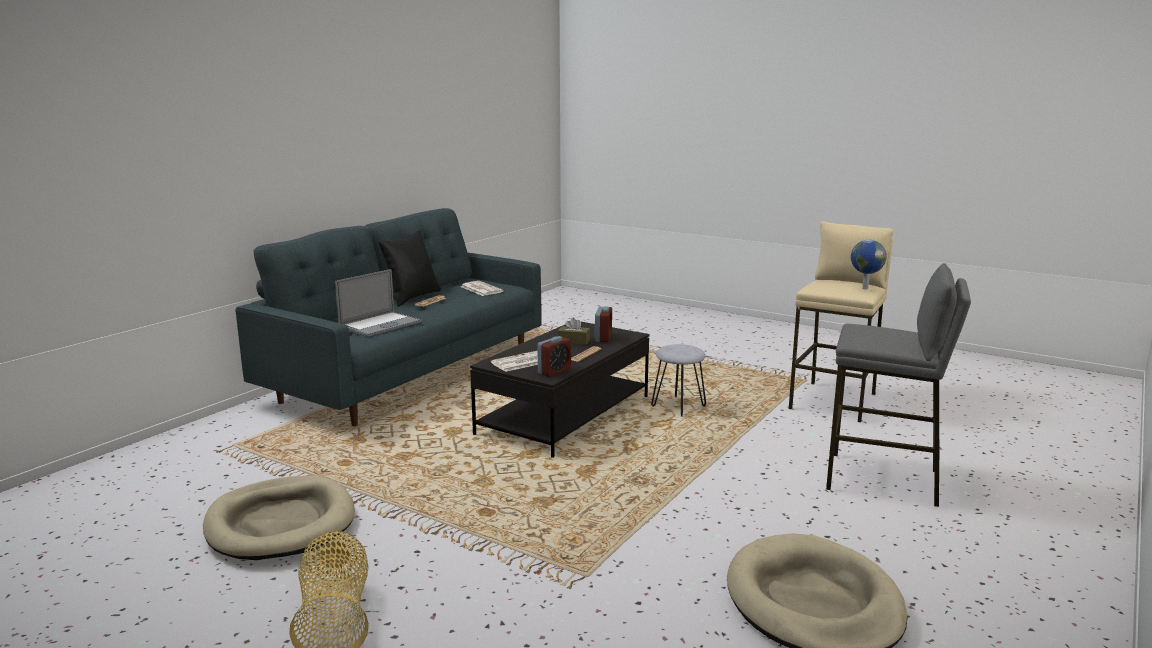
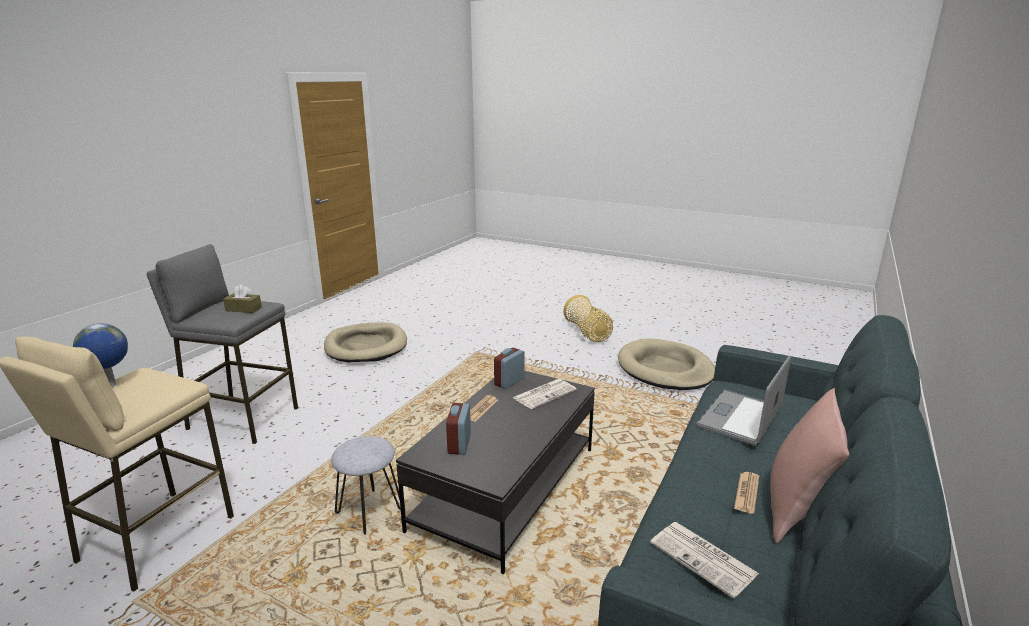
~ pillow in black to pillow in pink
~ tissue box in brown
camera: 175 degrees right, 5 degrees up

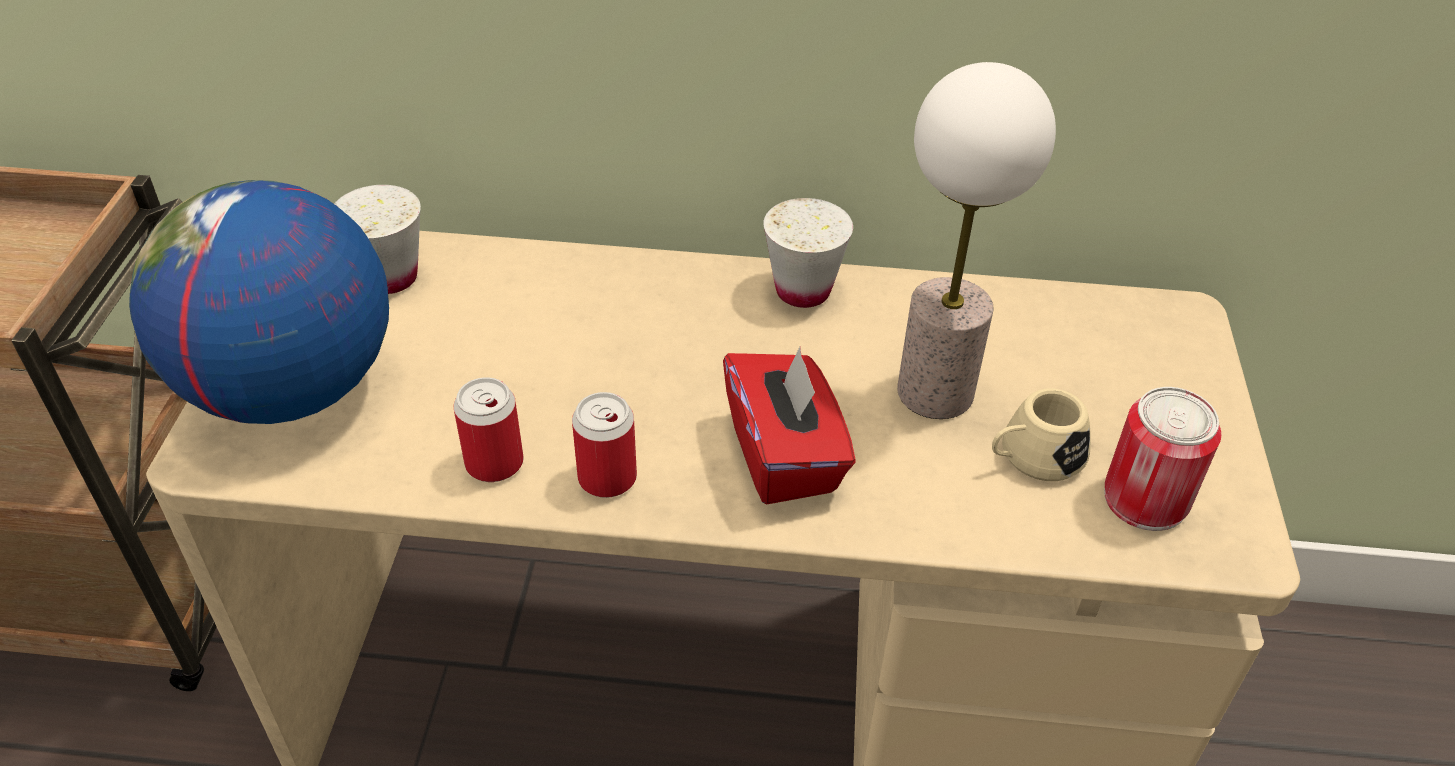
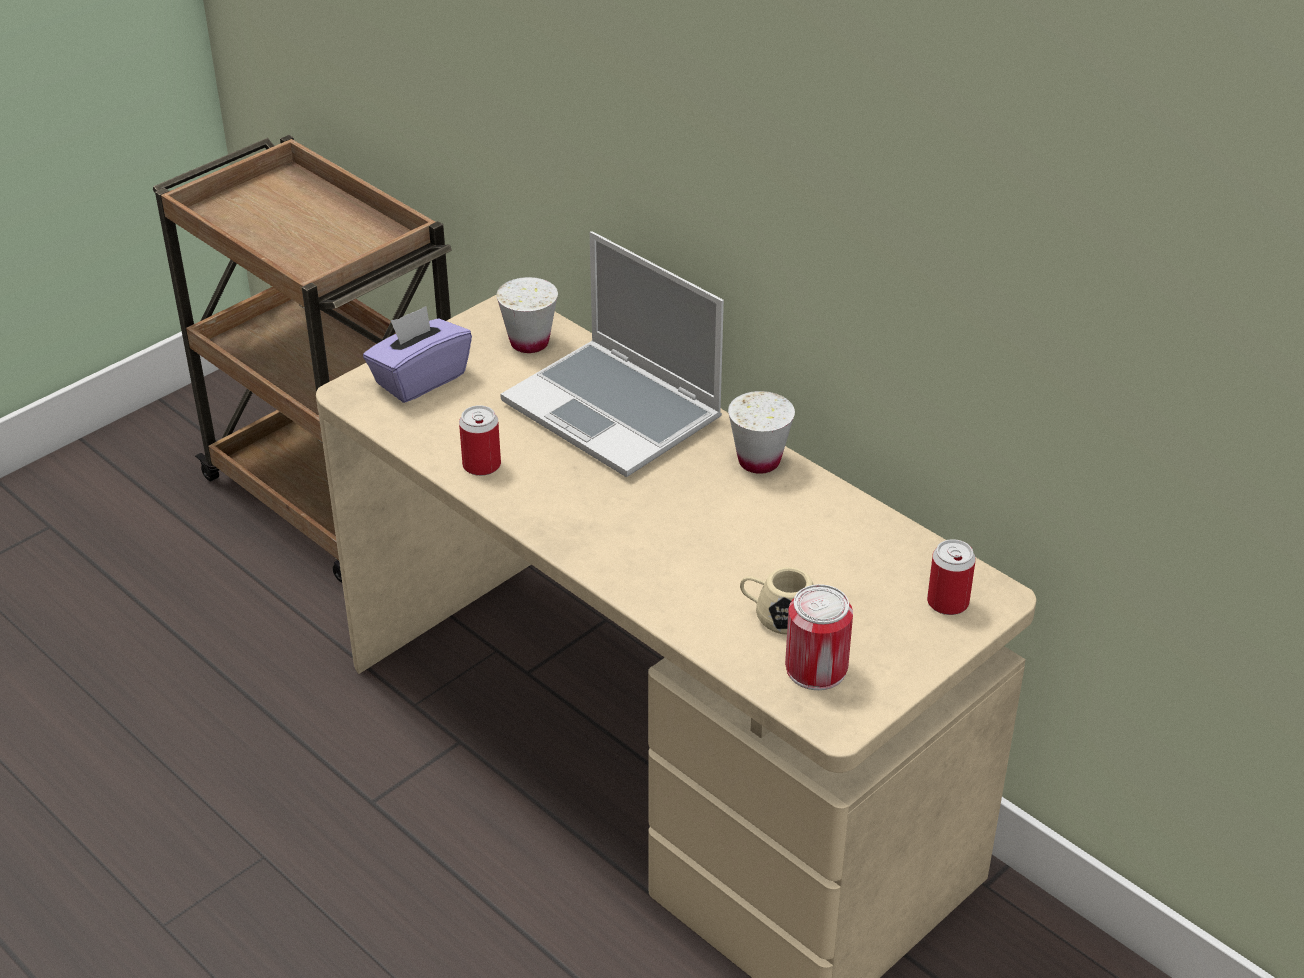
~ globe to tissue box in purple
~ can (2nd from left in the first image) to can (3rd from left)
- tissue box in red
- table lamp
+ laptop
camera: 40 degrees right, 5 degrees down

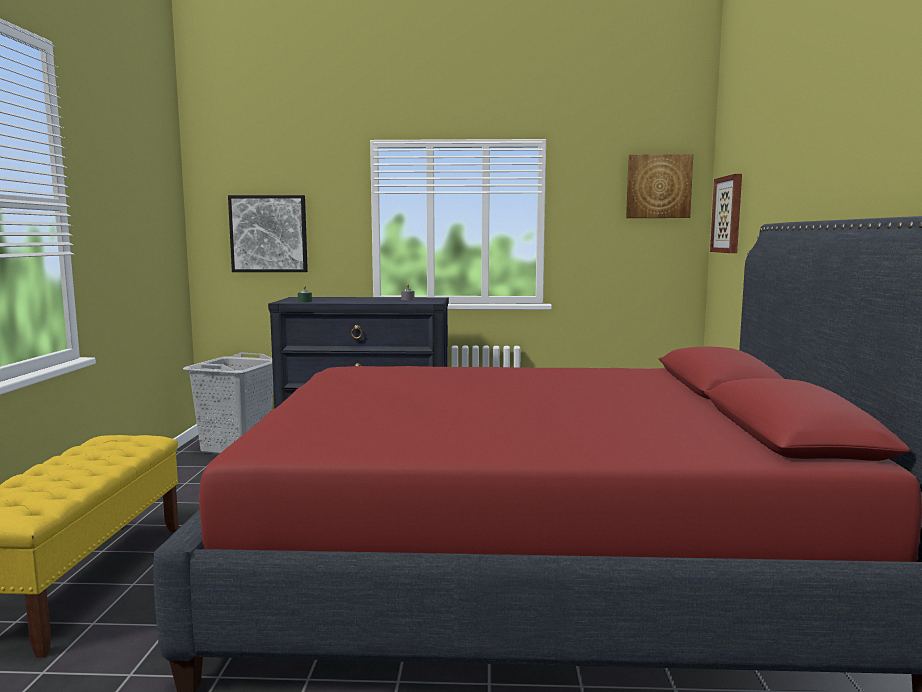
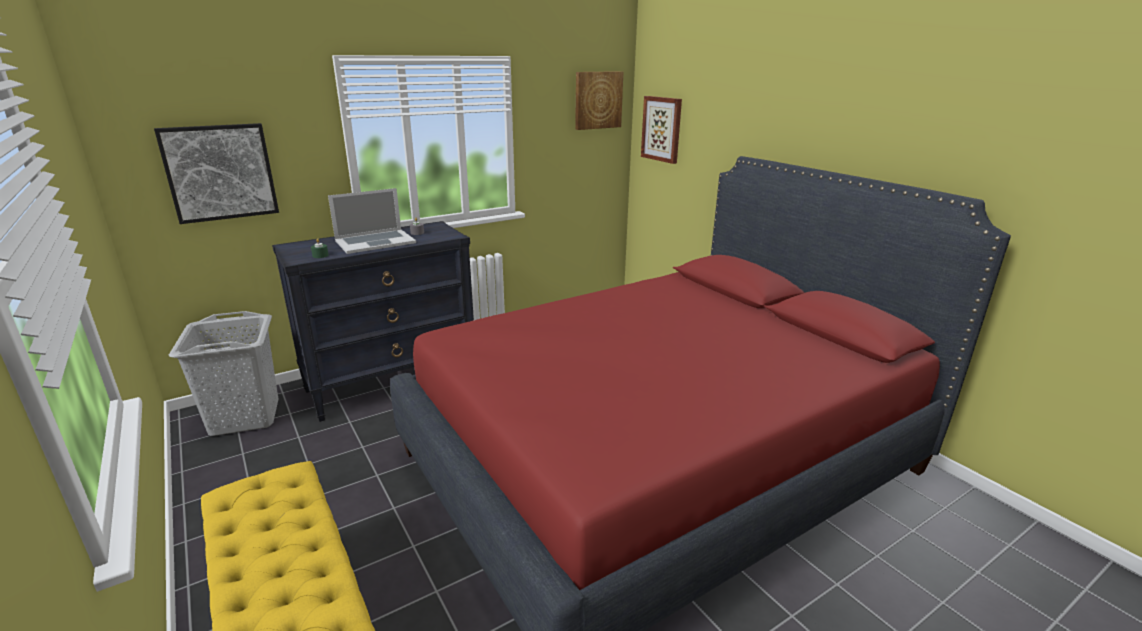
+ laptop
camera: 35 degrees left, 15 degrees up

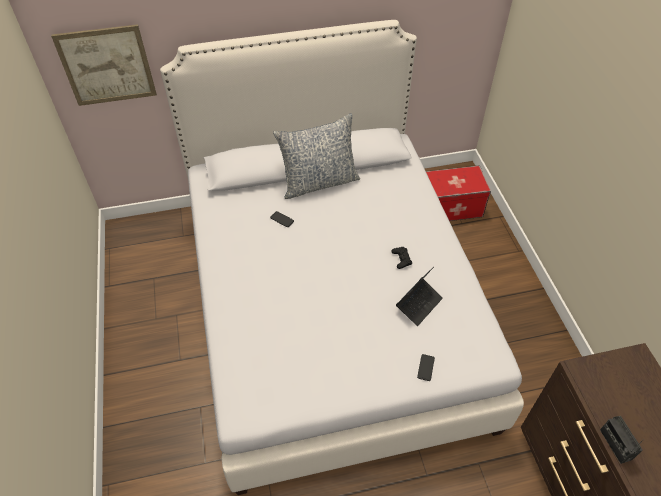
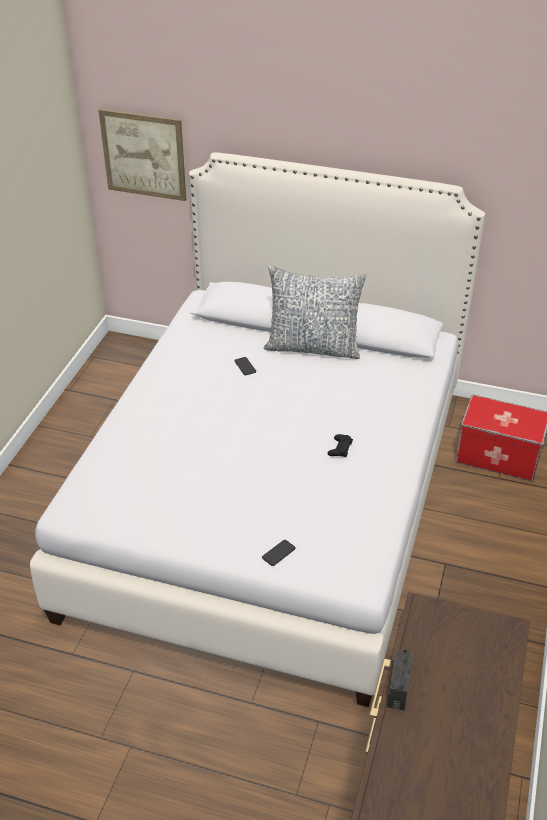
- laptop
camera: 30 degrees right, 10 degrees down

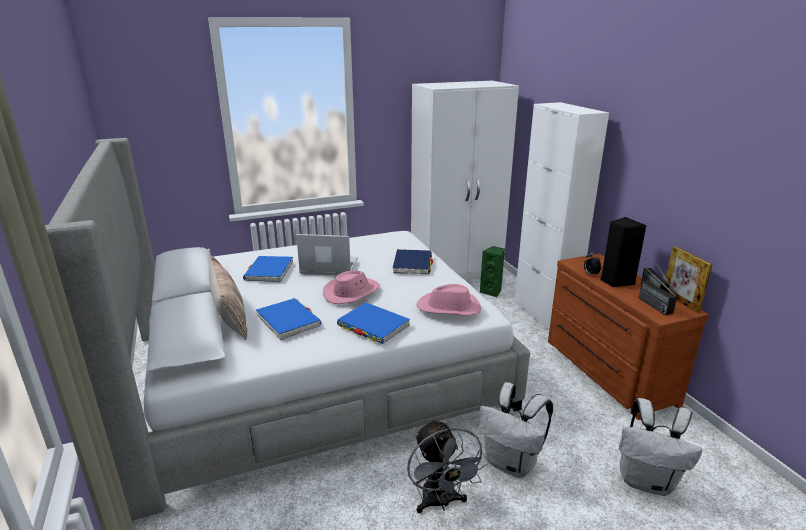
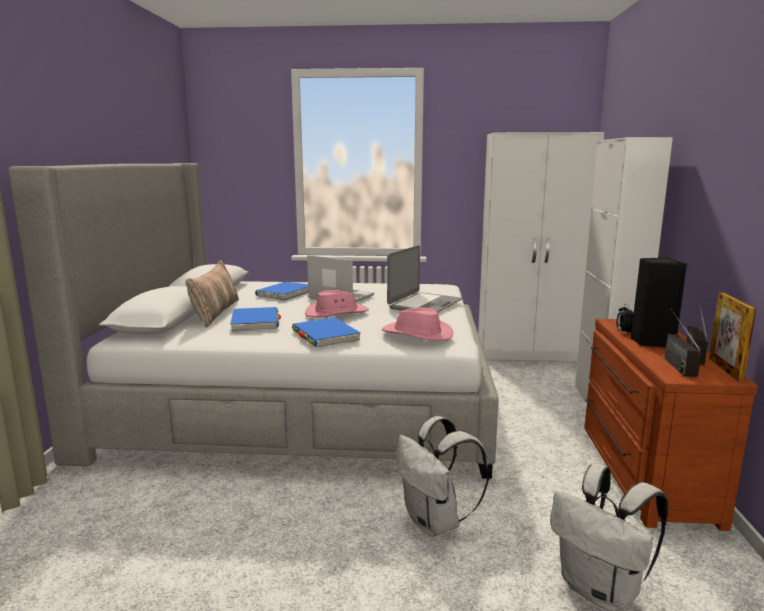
~ book in blue (4th from left) to laptop (2nd from left)
- fan in grey
- speaker in green
camera: 25 degrees right, 10 degrees down

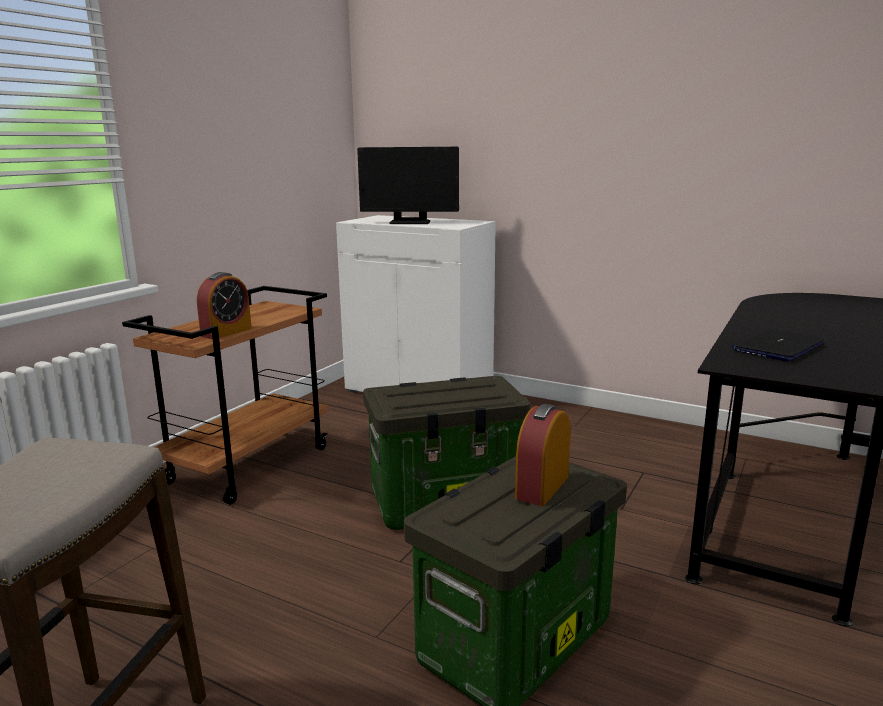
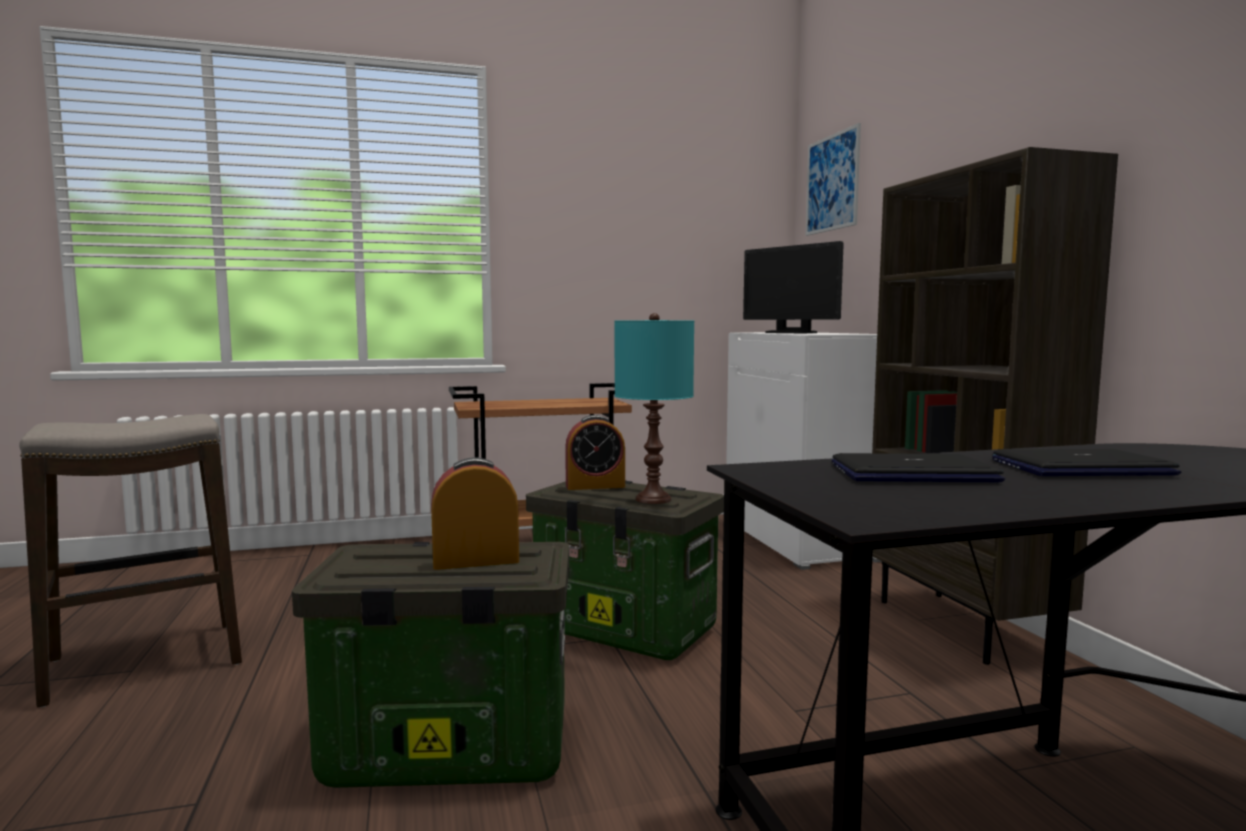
~ alarm clock (1st from left in the first image) to alarm clock (2nd from left)
+ table lamp in turquoise
+ picture
+ bookcase in brown
+ laptop (2nd from left)
camera: 45 degrees right, 10 degrees down

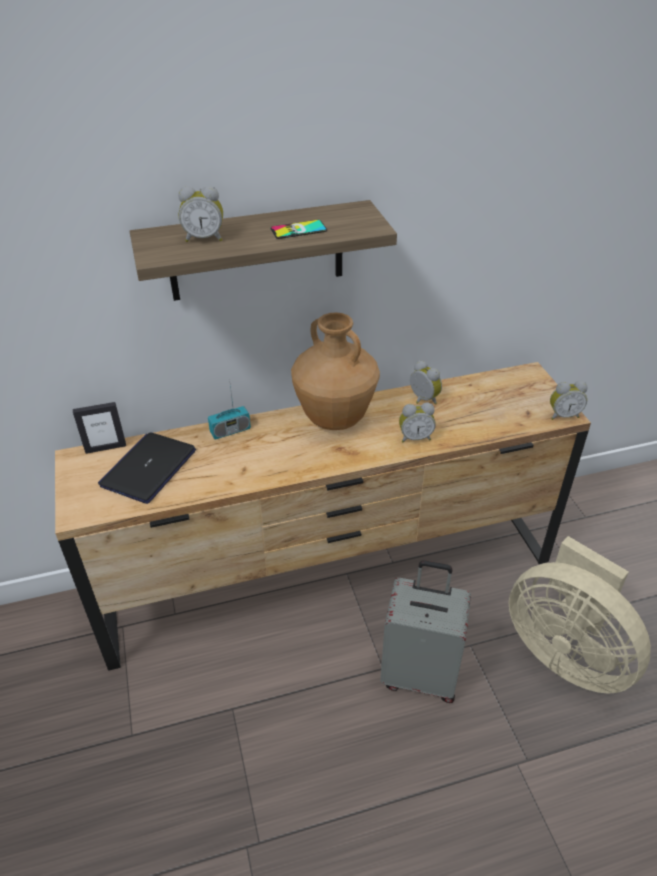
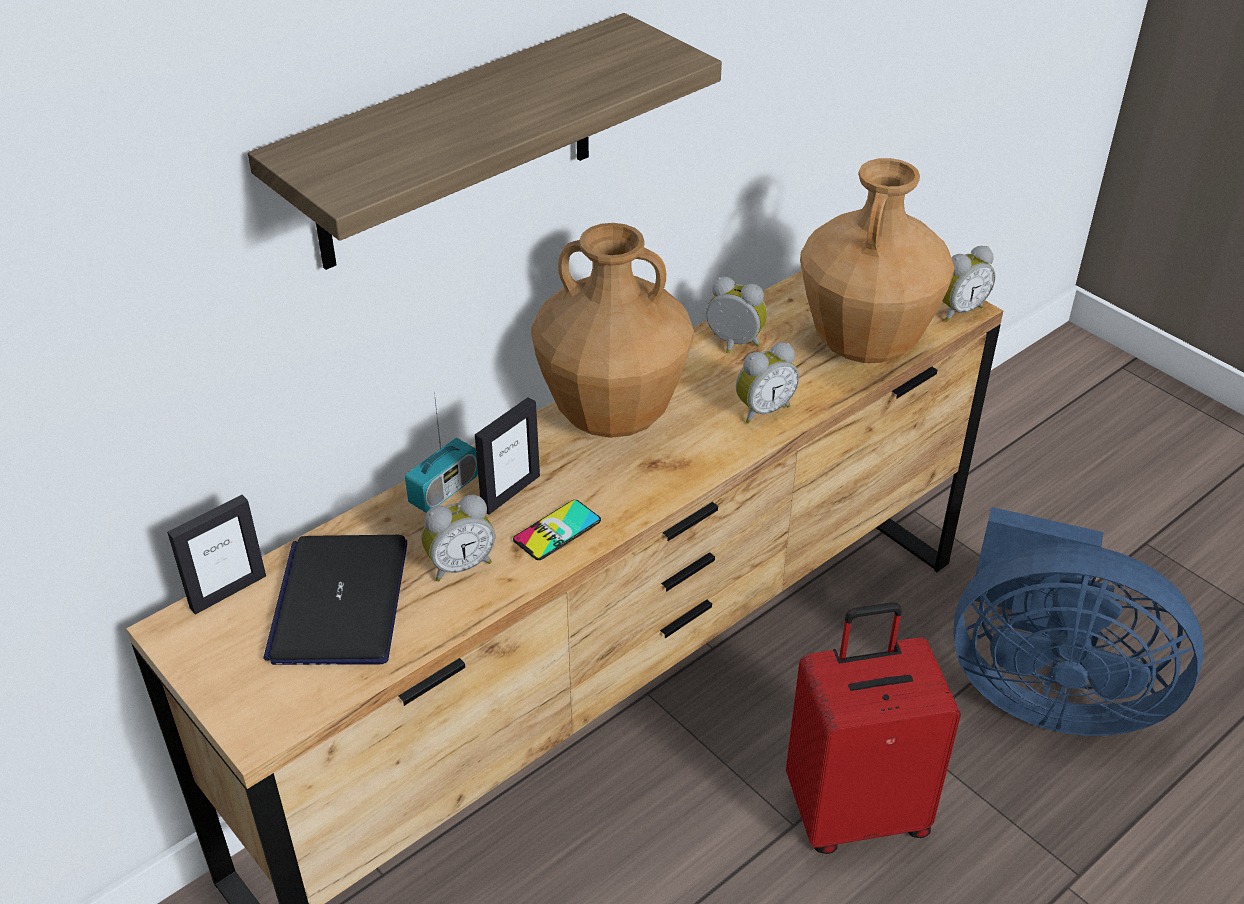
~ alarm clock (1st from left)
~ phone
~ suitcase in grey to suitcase in red
~ fan in beige to fan in blue
+ picture frame (2nd from left)
+ vase in brown (2nd from left)
camera: 25 degrees left, 0 degrees up

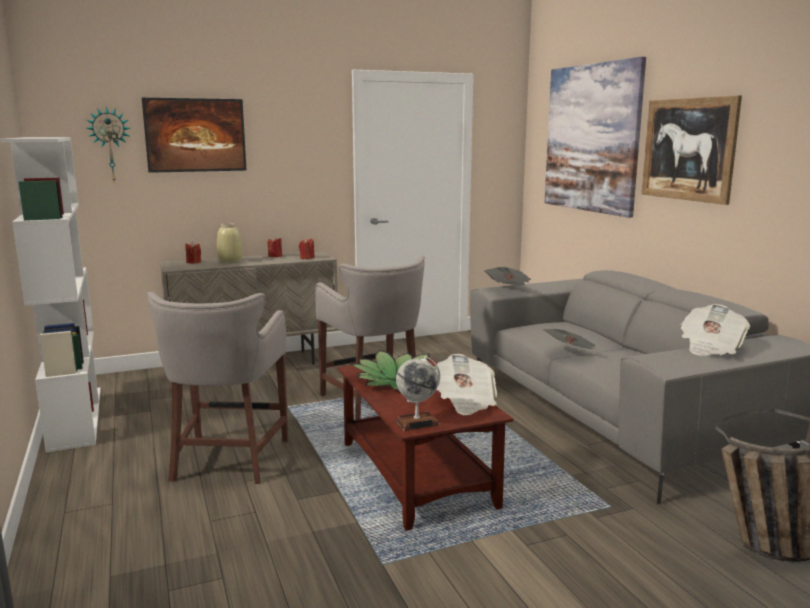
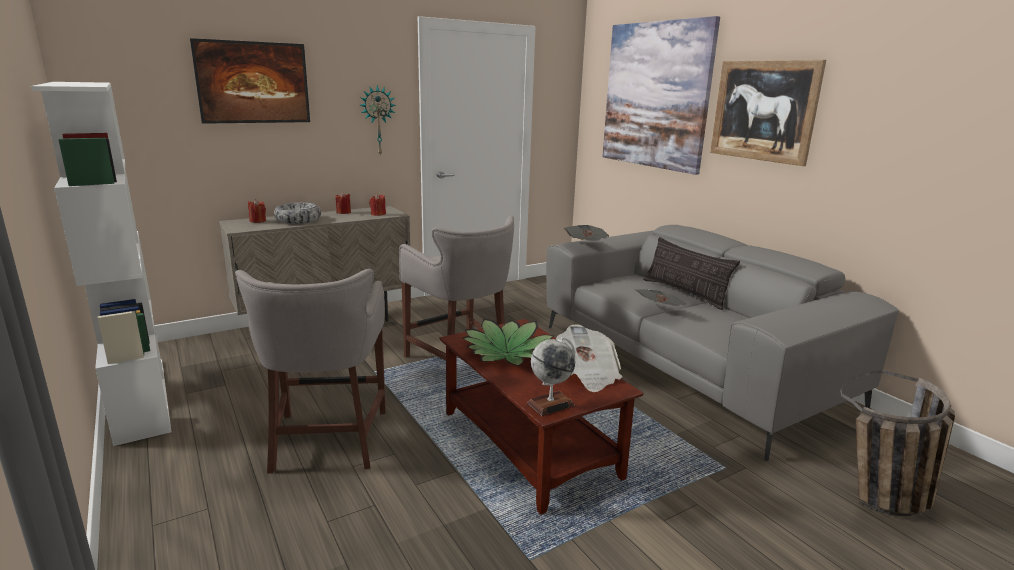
~ wall clock
~ vase in beige to bowl
- newspaper (4th from left)
+ pillow
camera: 10 degrees left, 5 degrees up

